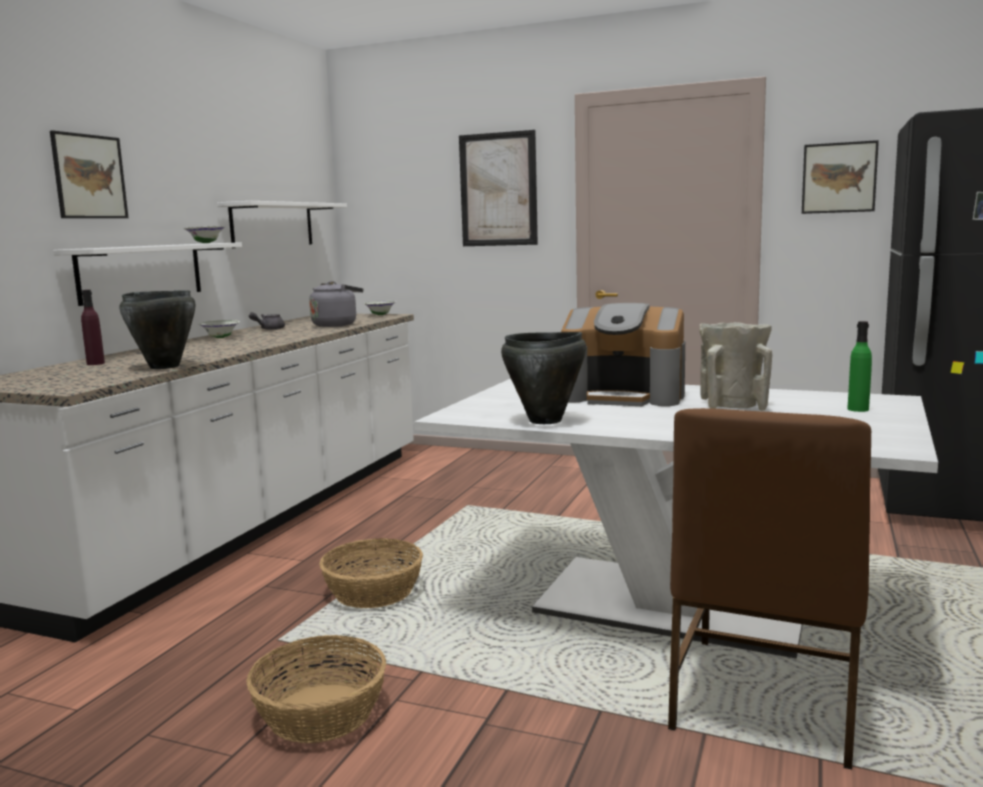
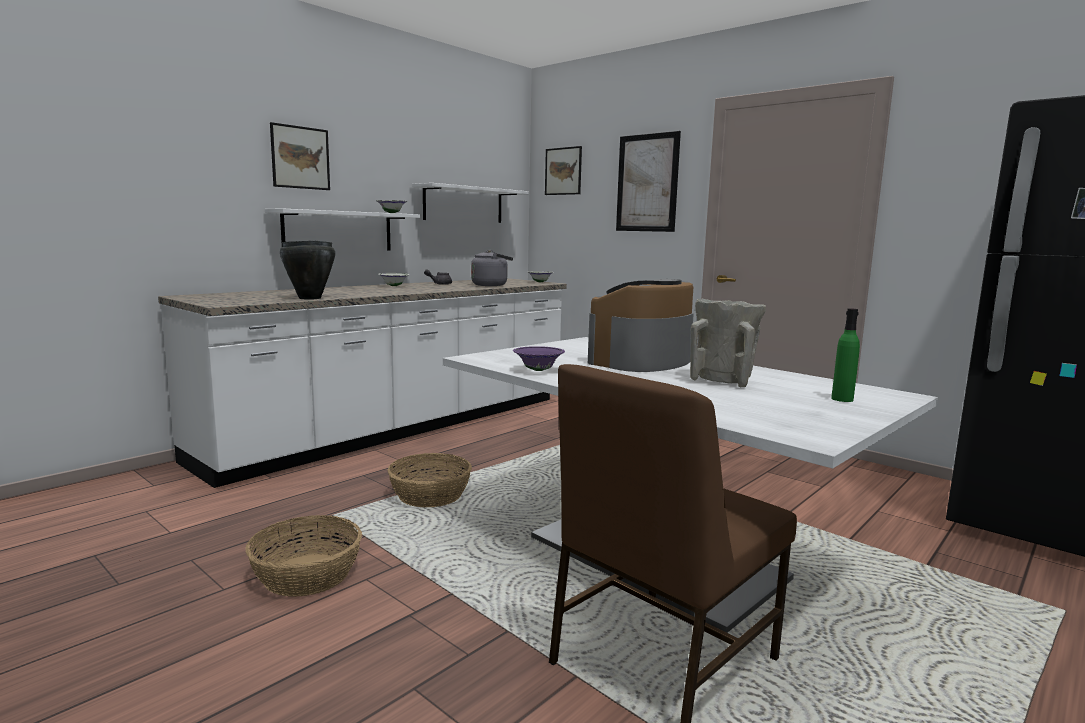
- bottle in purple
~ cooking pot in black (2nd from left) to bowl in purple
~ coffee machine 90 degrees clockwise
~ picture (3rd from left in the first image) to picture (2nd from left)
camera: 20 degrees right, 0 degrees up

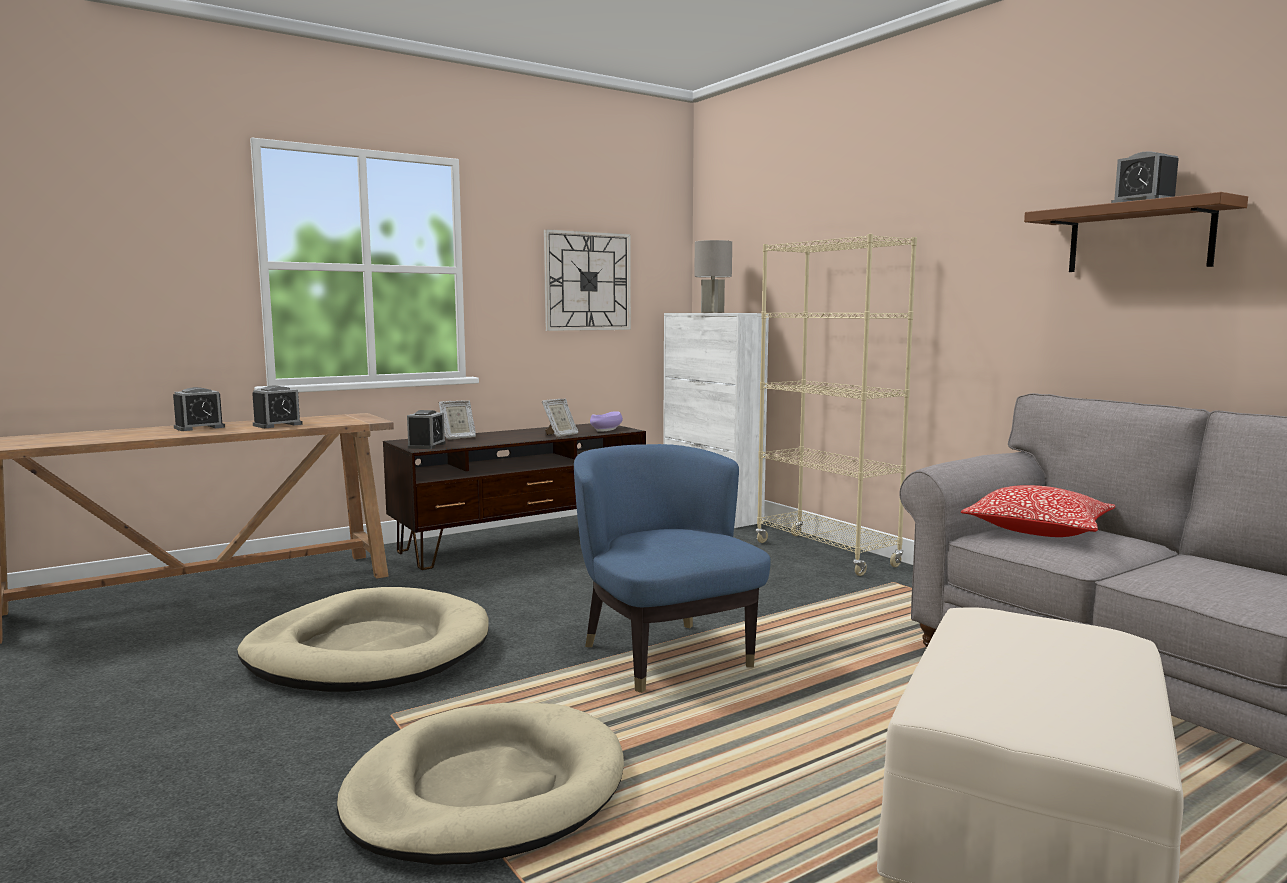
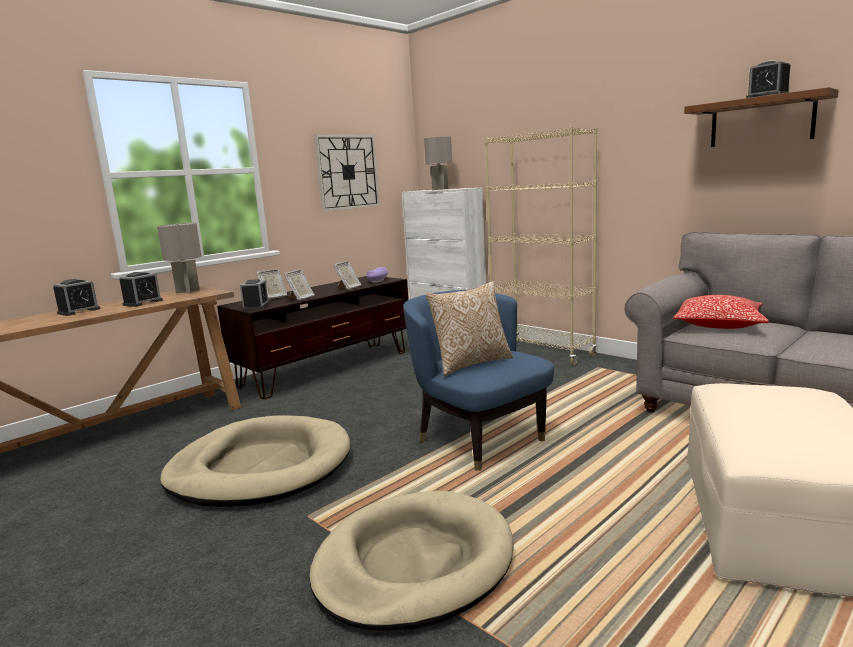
+ table lamp in grey (1st from left)
+ picture frame (2nd from left)
+ pillow (1st from left)
camera: 10 degrees left, 5 degrees up

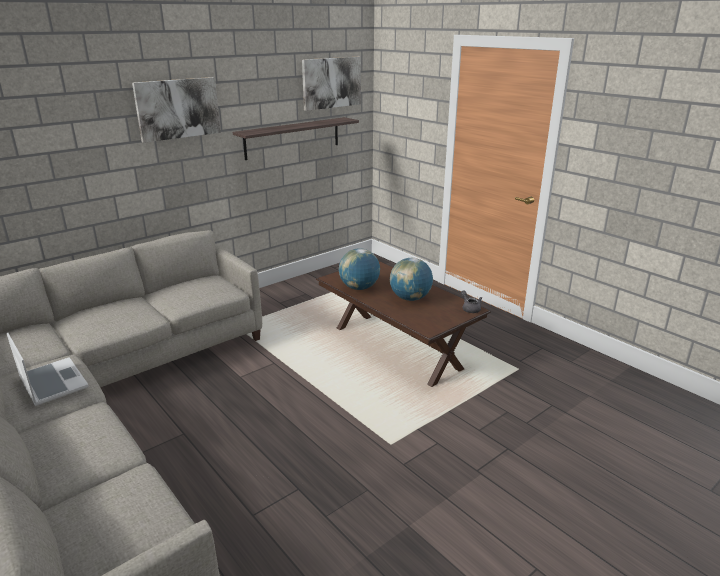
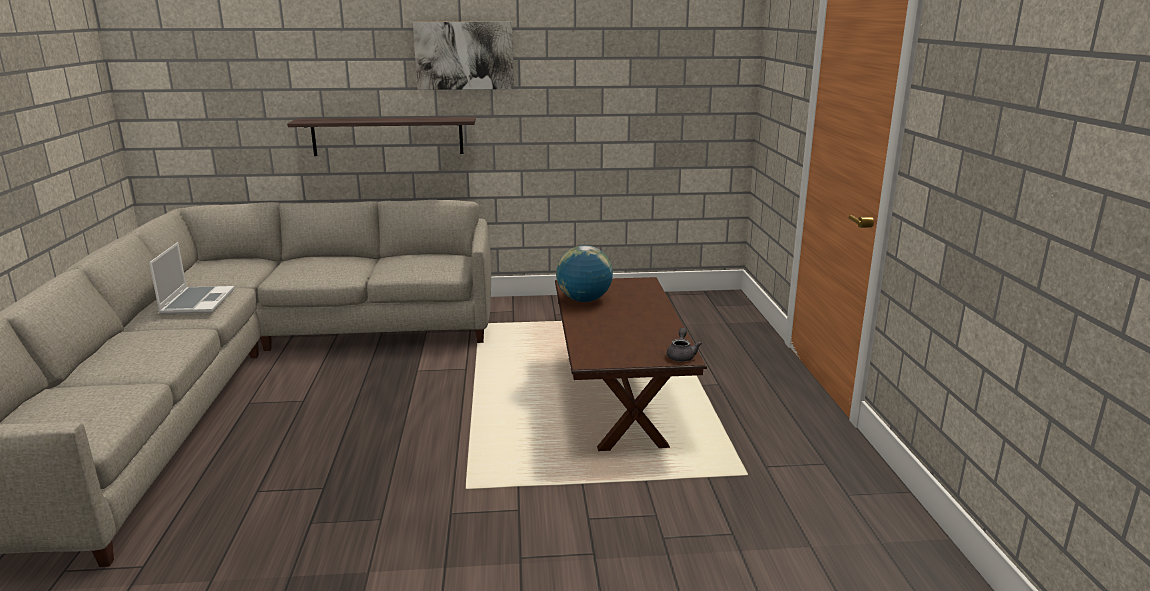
~ shelf
- picture (2nd from left)
- globe (2nd from left)
camera: 35 degrees right, 5 degrees down

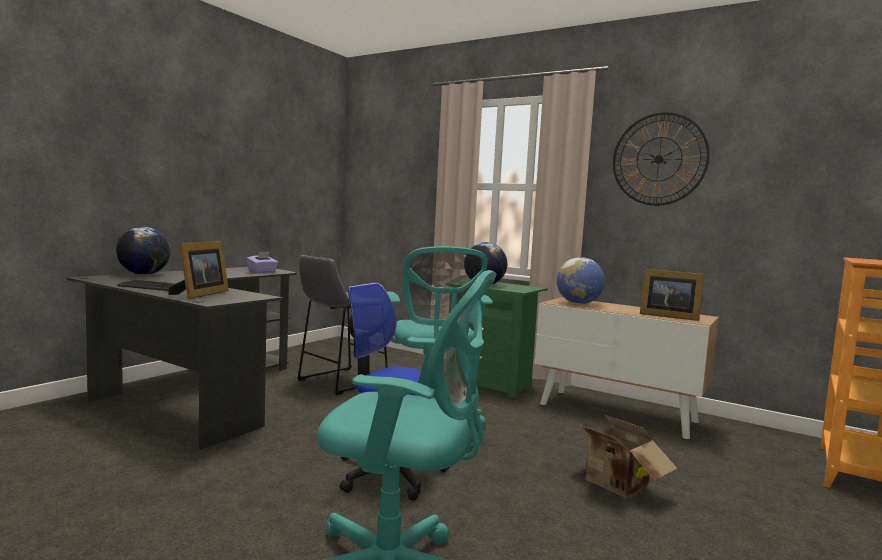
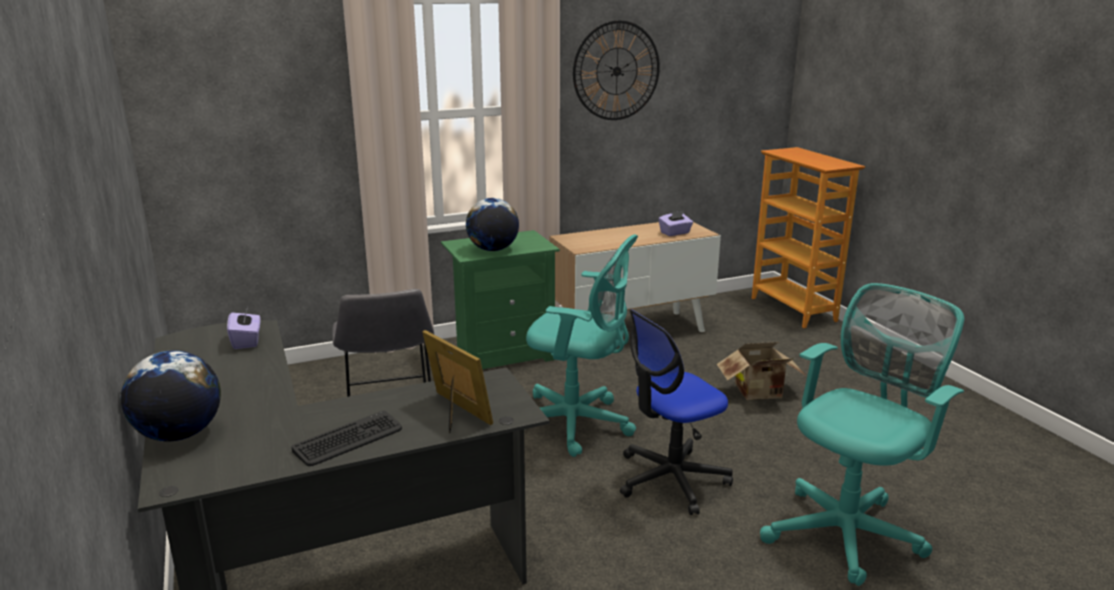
- globe (3rd from left)
~ picture frame (2nd from left) to tissue box in purple (2nd from left)
camera: 55 degrees left, 15 degrees up

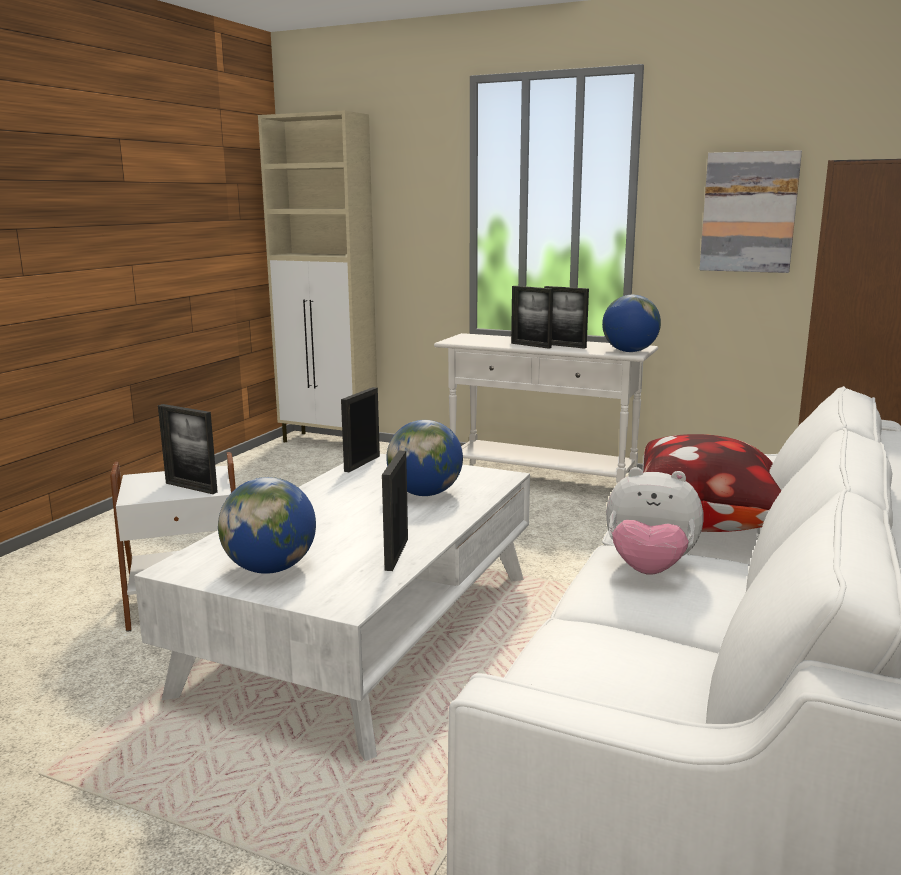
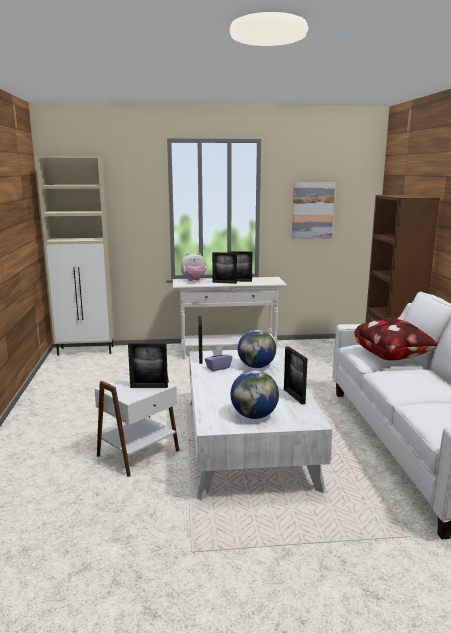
- globe (3rd from left)
~ plush toy
+ tissue box in purple
camera: 30 degrees left, 0 degrees up

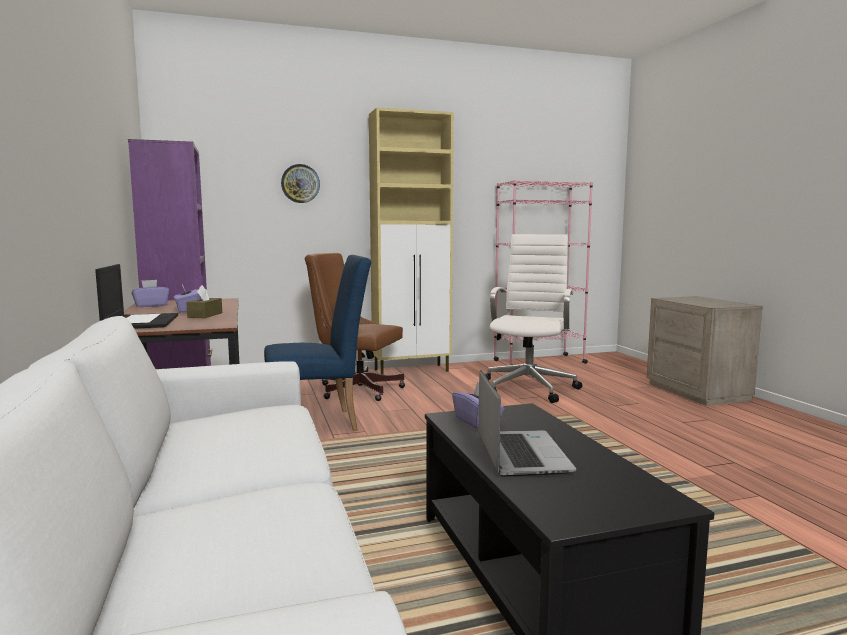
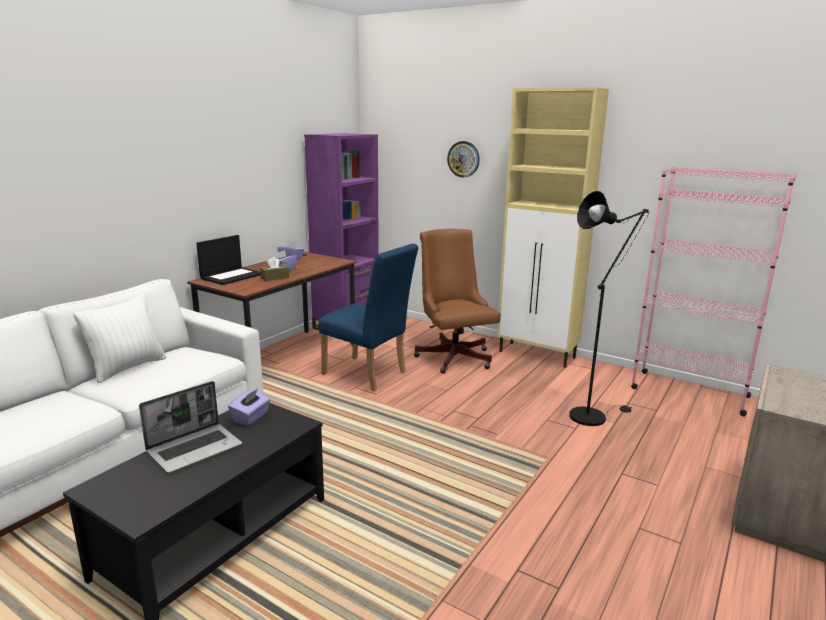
~ office chair in white to floor lamp in black
+ pillow in white
camera: 50 degrees right, 10 degrees up

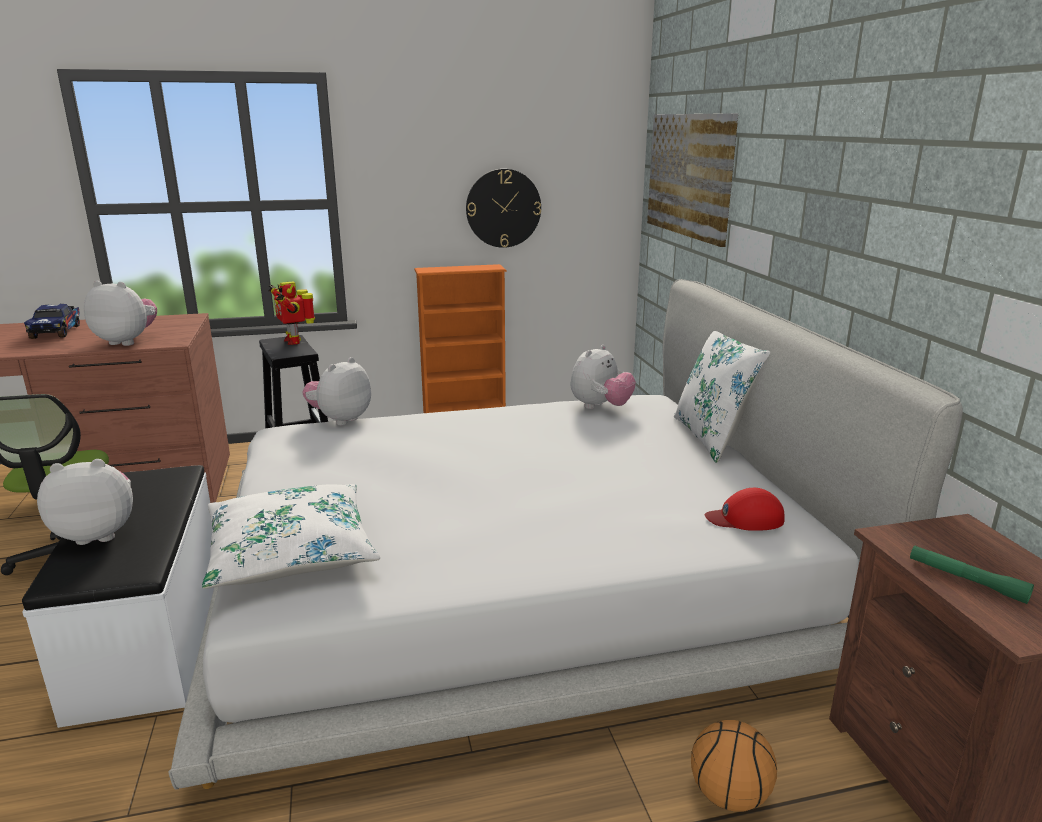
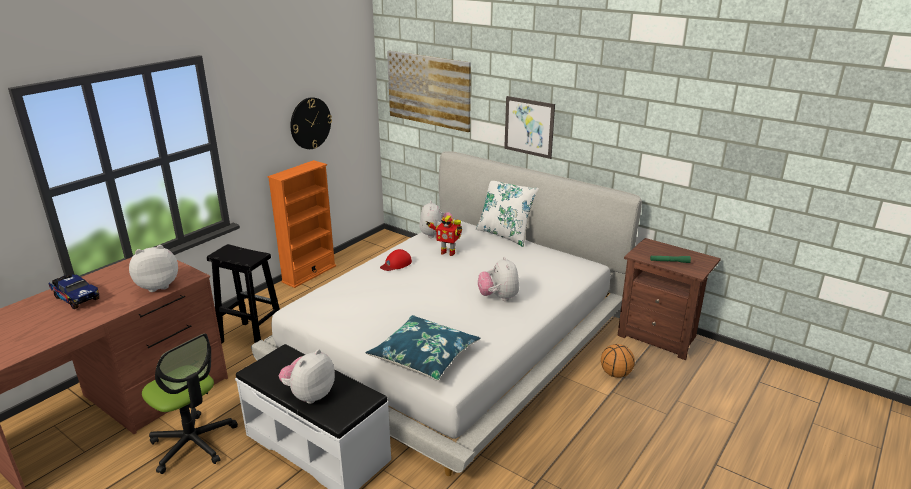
~ pillow in white (1st from left) to pillow in blue
~ toy robot
~ plush toy (3rd from left in the first image) to plush toy (4th from left)
~ cap in red
+ picture (2nd from left)
camera: 40 degrees left, 5 degrees up

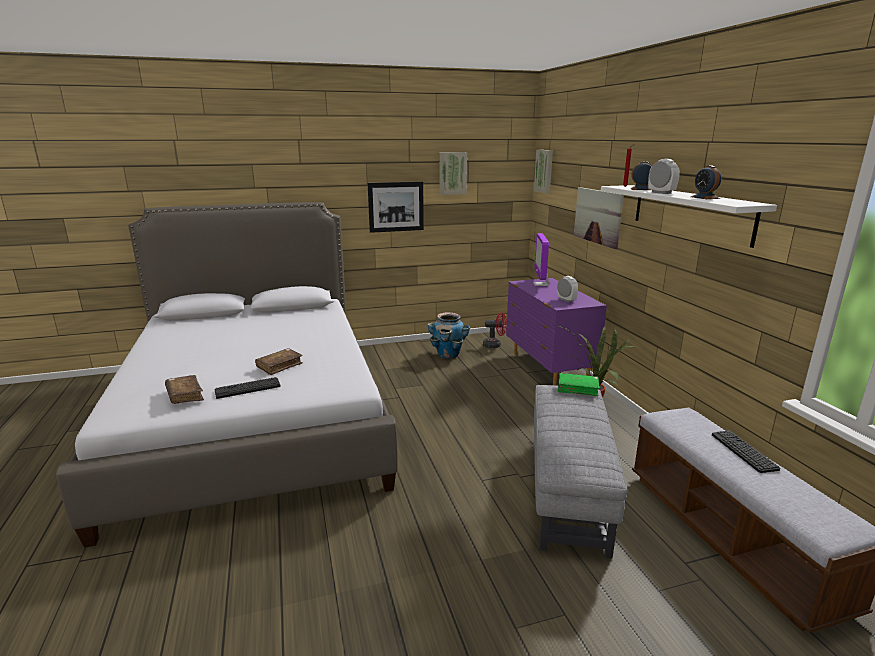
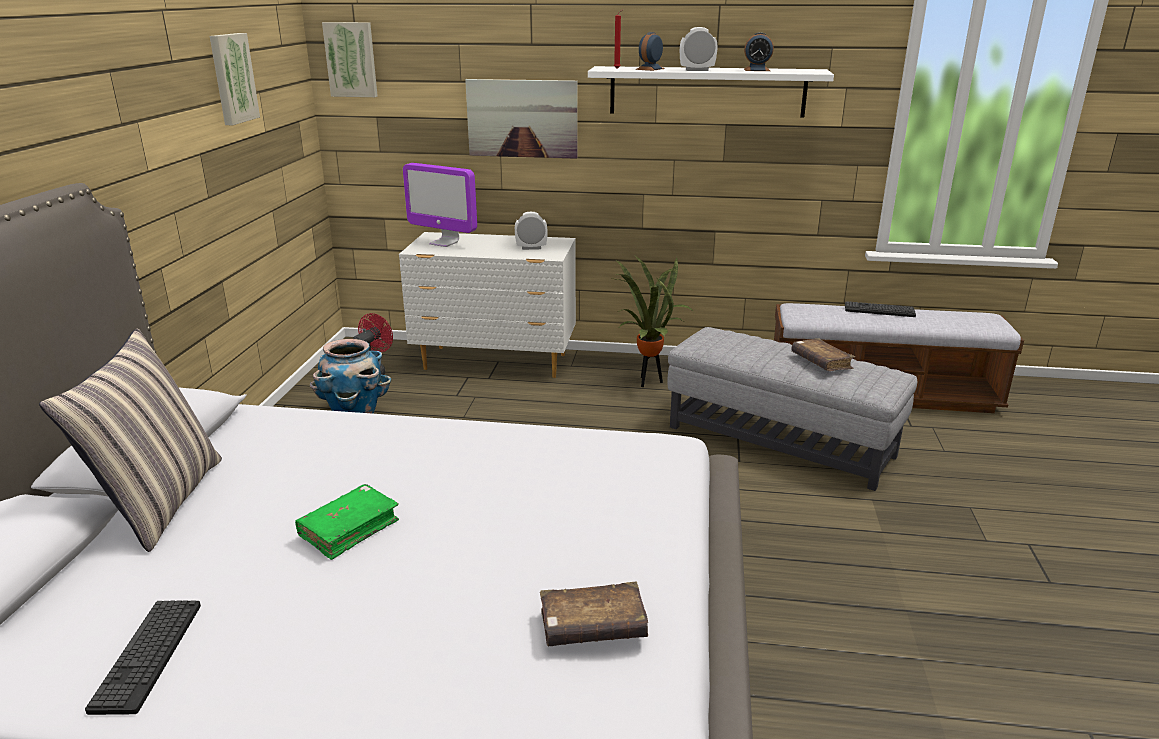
~ keyboard (1st from left)
~ book in brown (2nd from left)
- picture (1st from left)
~ dresser in purple to dresser in white
~ book in green
+ pillow
camera: 65 degrees left, 5 degrees up

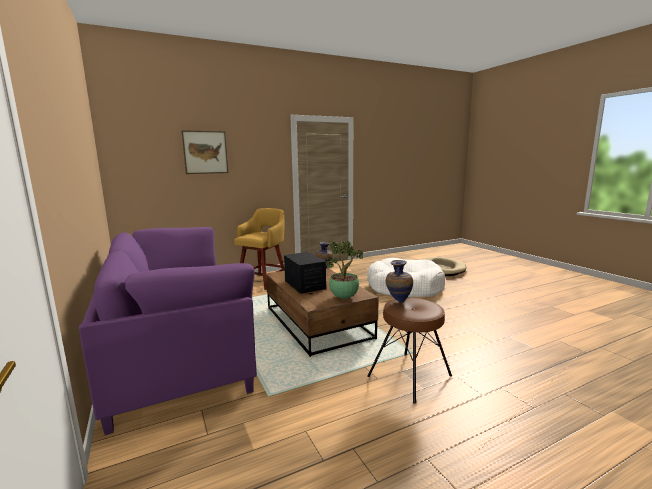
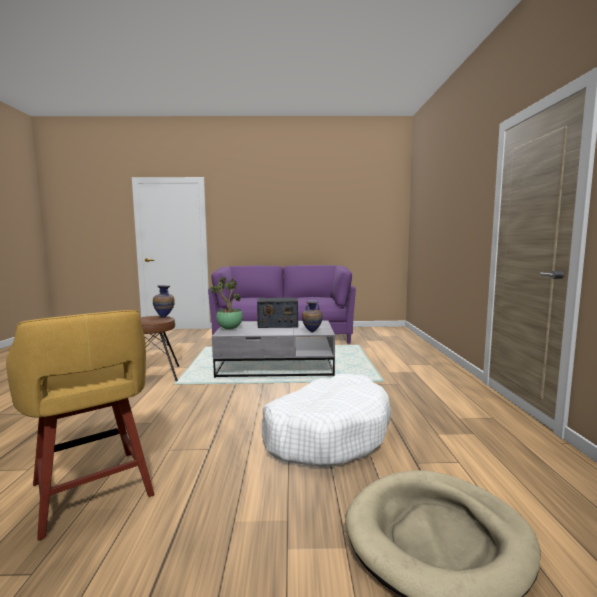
- picture
~ stool in yellow
~ coffee table in brown to coffee table in grey
camera: 115 degrees right, 5 degrees down

